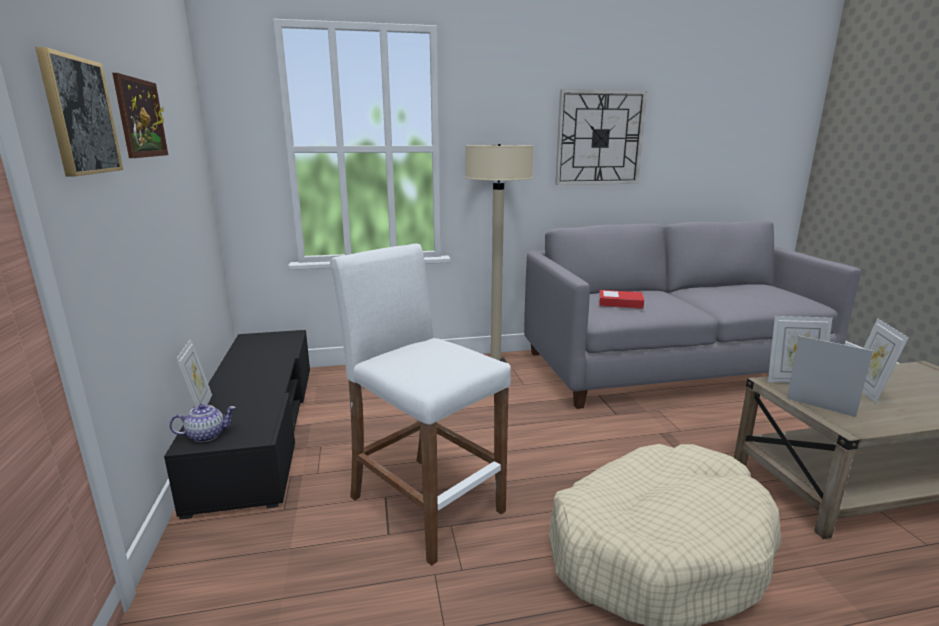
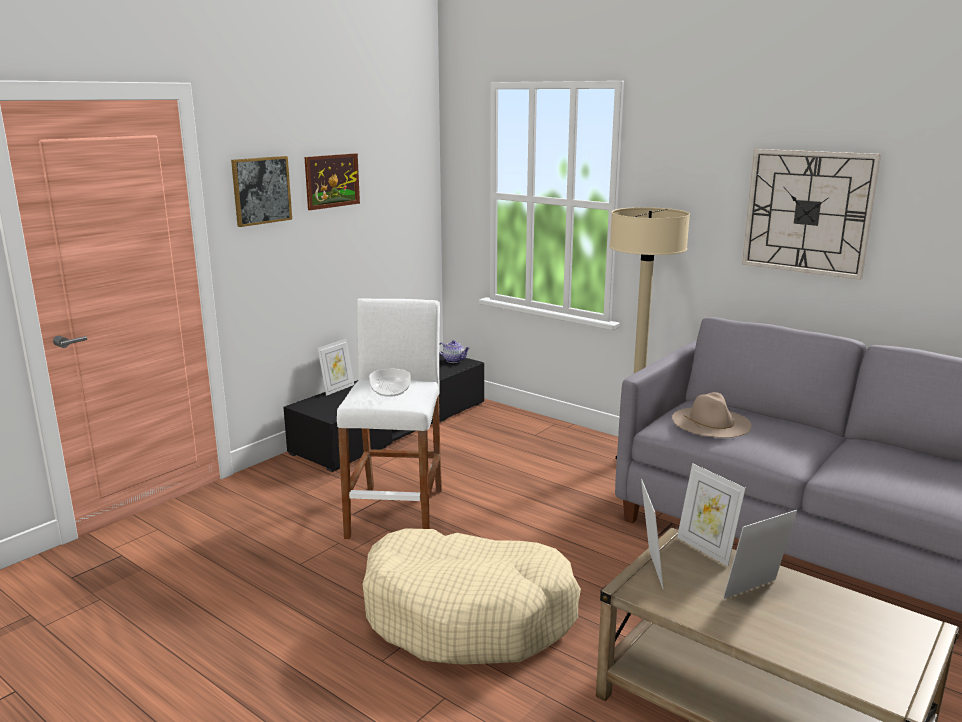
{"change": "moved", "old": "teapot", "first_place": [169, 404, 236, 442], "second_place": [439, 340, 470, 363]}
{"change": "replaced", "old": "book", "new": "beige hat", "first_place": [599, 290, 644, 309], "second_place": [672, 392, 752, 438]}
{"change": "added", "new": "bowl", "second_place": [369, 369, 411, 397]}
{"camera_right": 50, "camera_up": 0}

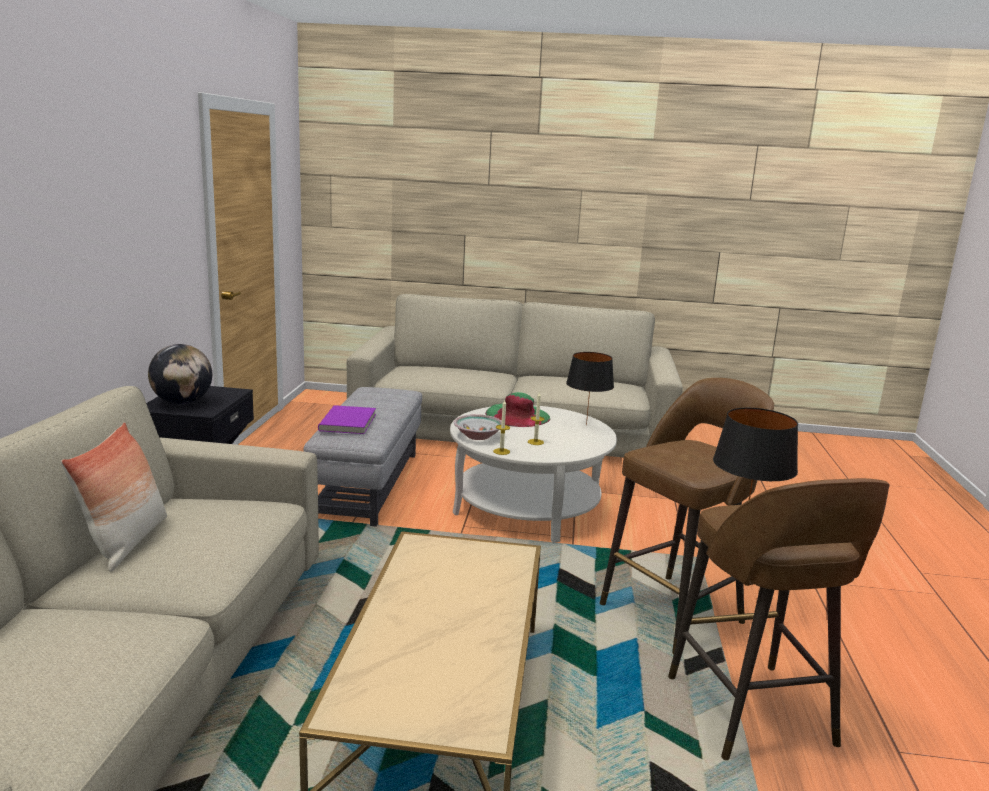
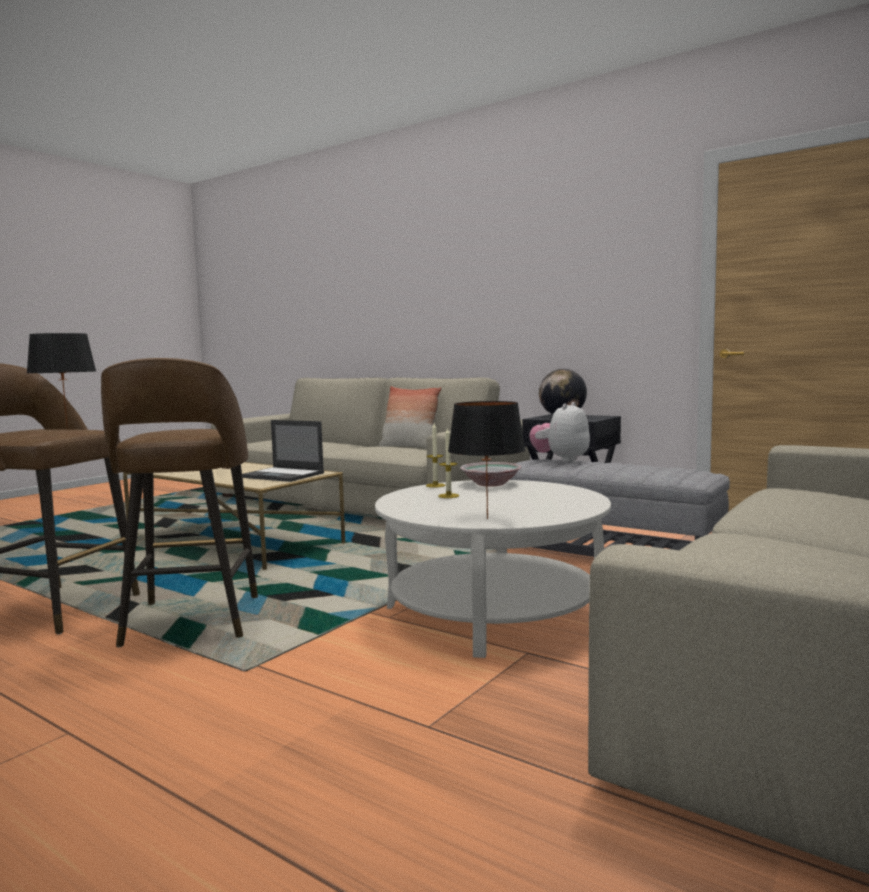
{"change": "replaced", "old": "purple book", "new": "plush toy", "first_place": [318, 405, 376, 434], "second_place": [529, 402, 590, 462]}
{"change": "removed", "old": "green hat", "first_place": [485, 392, 550, 427]}
{"change": "added", "new": "laptop", "second_place": [242, 420, 324, 482]}
{"camera_right": 120, "camera_up": -10}

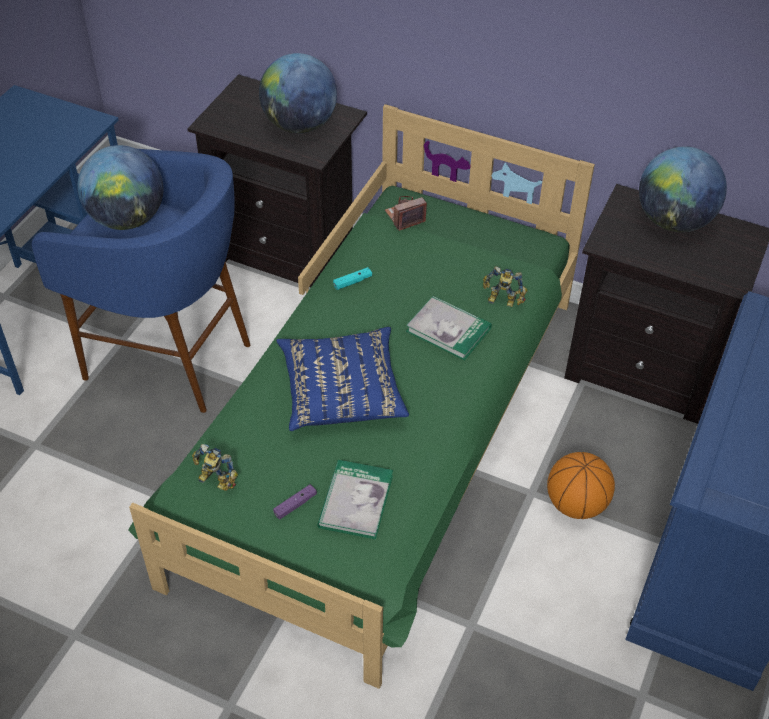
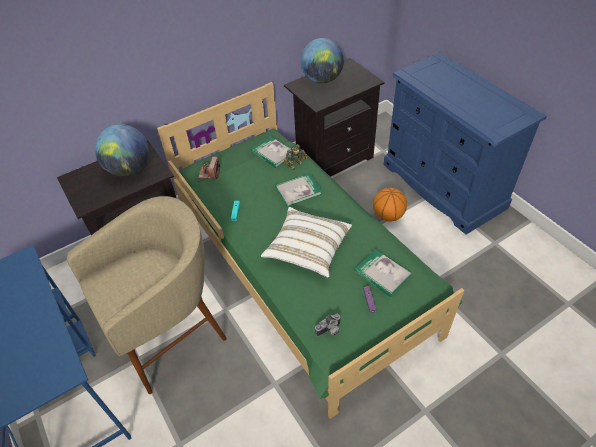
{"change": "recoloured", "old": "blue stool", "new": "beige stool", "first_place": [32, 149, 250, 413], "second_place": [67, 196, 227, 394]}
{"change": "removed", "old": "globe", "first_place": [78, 145, 164, 230]}
{"change": "replaced", "old": "toy robot", "new": "photo camera", "first_place": [192, 444, 238, 491], "second_place": [315, 314, 341, 337]}
{"change": "recoloured", "old": "blue pillow", "new": "white pillow", "first_place": [276, 327, 409, 431], "second_place": [261, 207, 352, 278]}
{"change": "added", "new": "book", "second_place": [251, 136, 292, 168]}
{"camera_right": -55, "camera_up": 0}

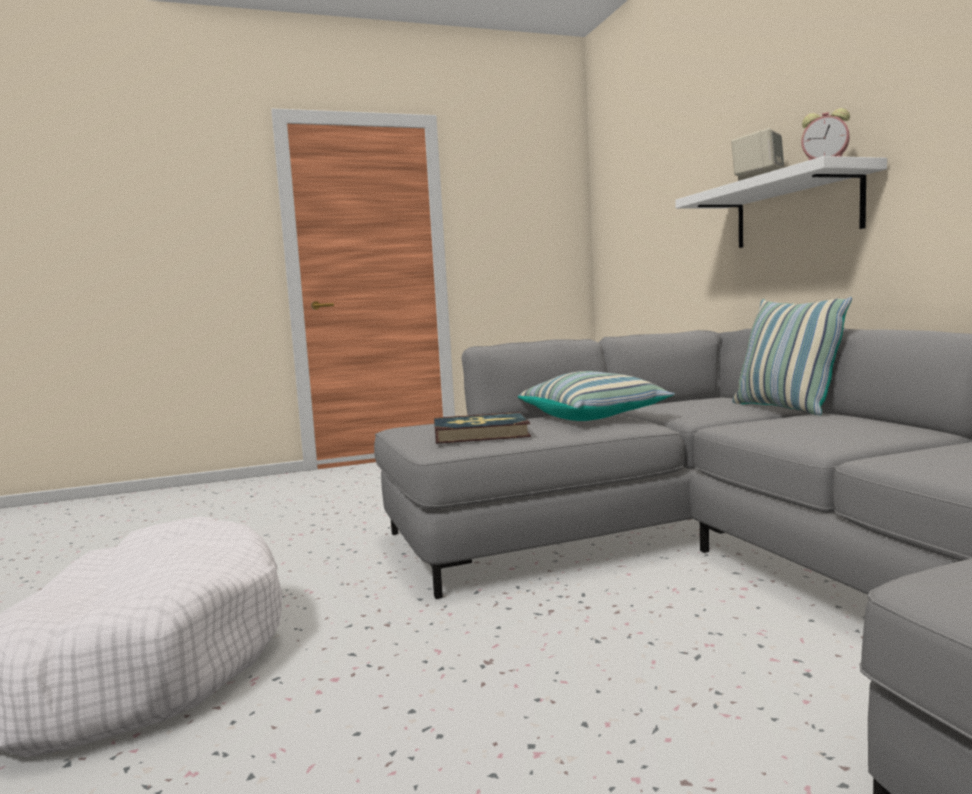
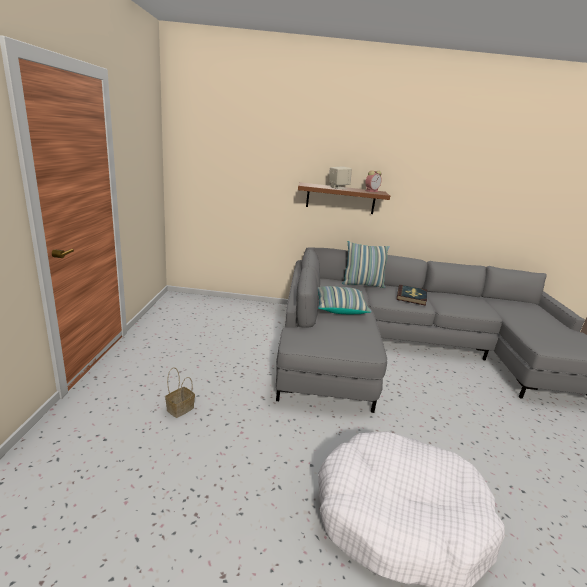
{"change": "moved", "old": "book", "first_place": [434, 412, 531, 444], "second_place": [397, 285, 427, 306]}
{"change": "recoloured", "old": "white shelf", "new": "brown shelf", "first_place": [675, 156, 887, 248], "second_place": [298, 182, 390, 214]}
{"change": "added", "new": "basket", "second_place": [165, 368, 195, 418]}
{"camera_right": -70, "camera_up": 15}

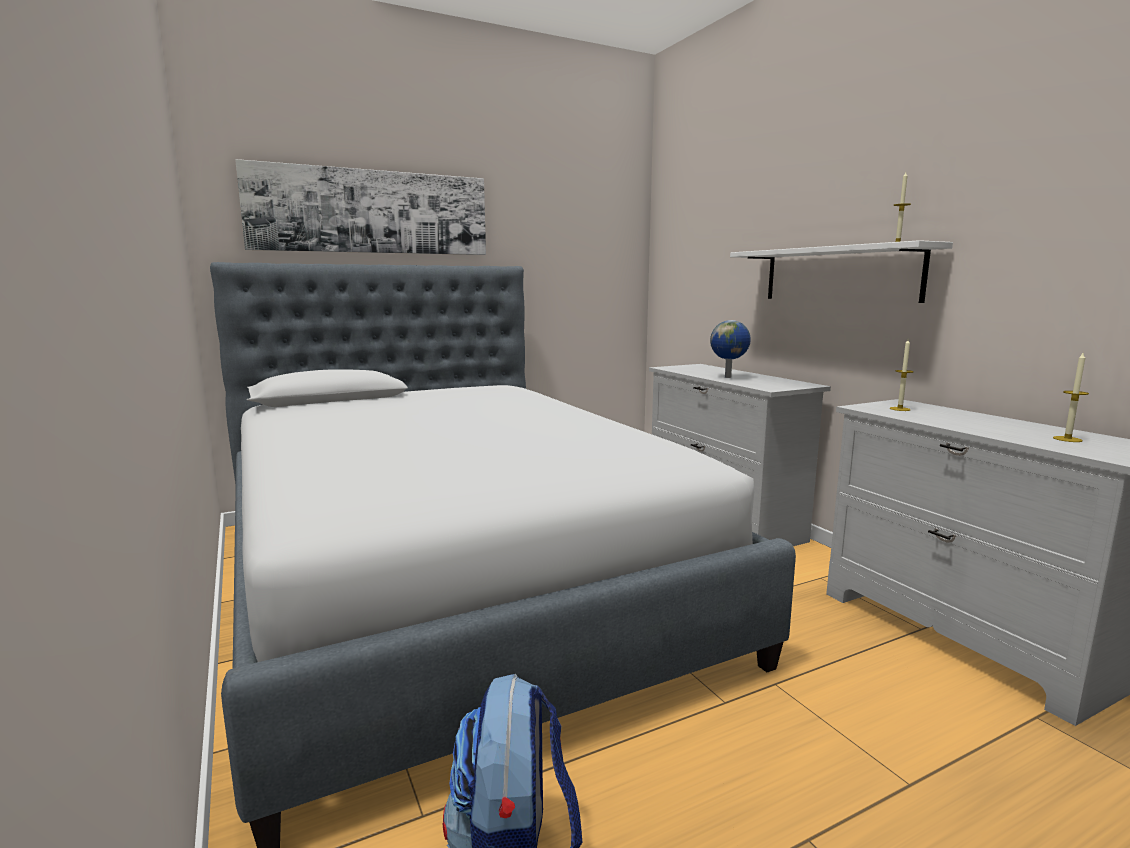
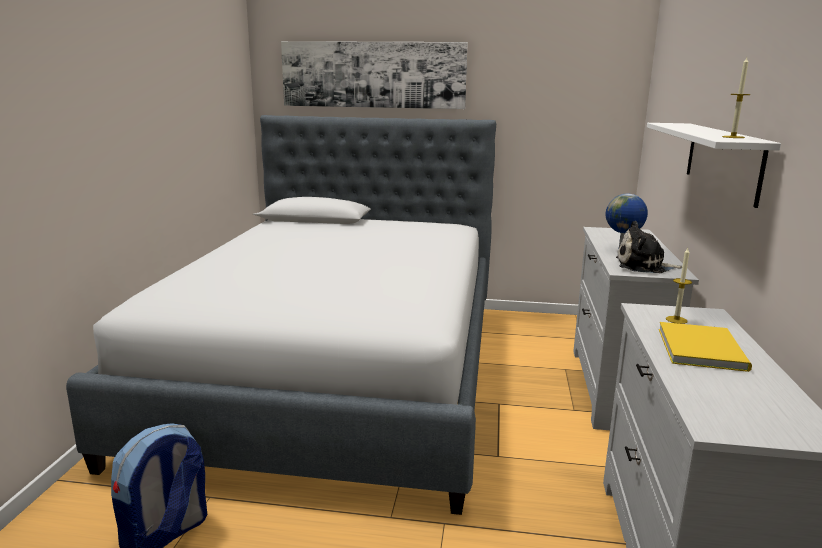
{"change": "removed", "old": "candle", "first_place": [1053, 353, 1089, 442]}
{"change": "added", "new": "plush toy", "second_place": [616, 221, 682, 273]}
{"change": "added", "new": "yellow book", "second_place": [659, 322, 752, 372]}
{"camera_right": 35, "camera_up": 5}

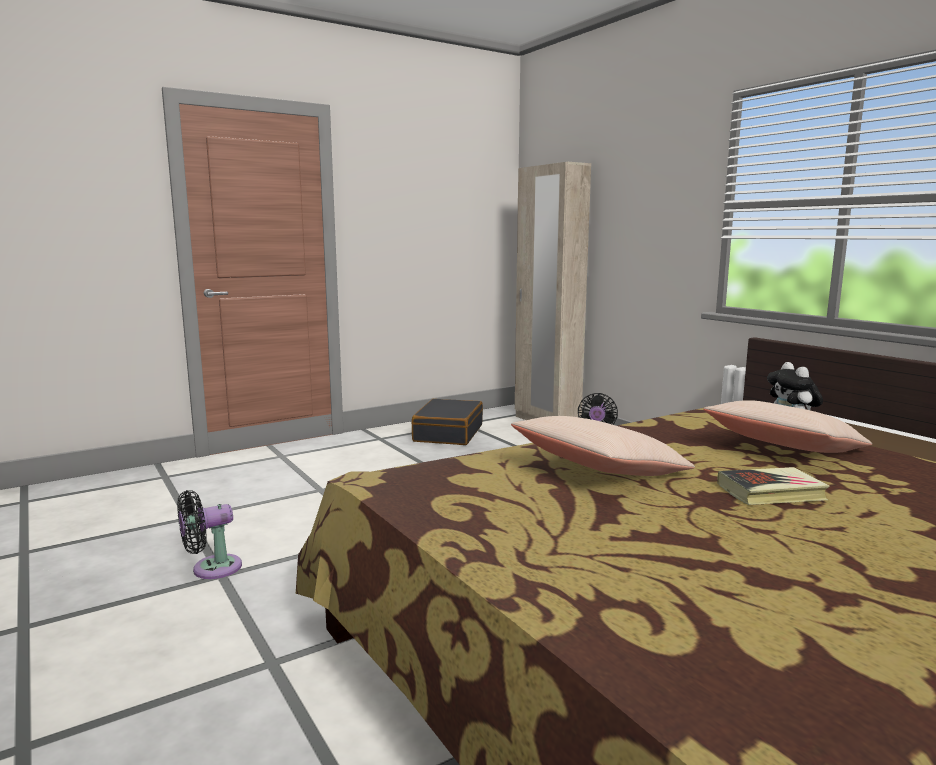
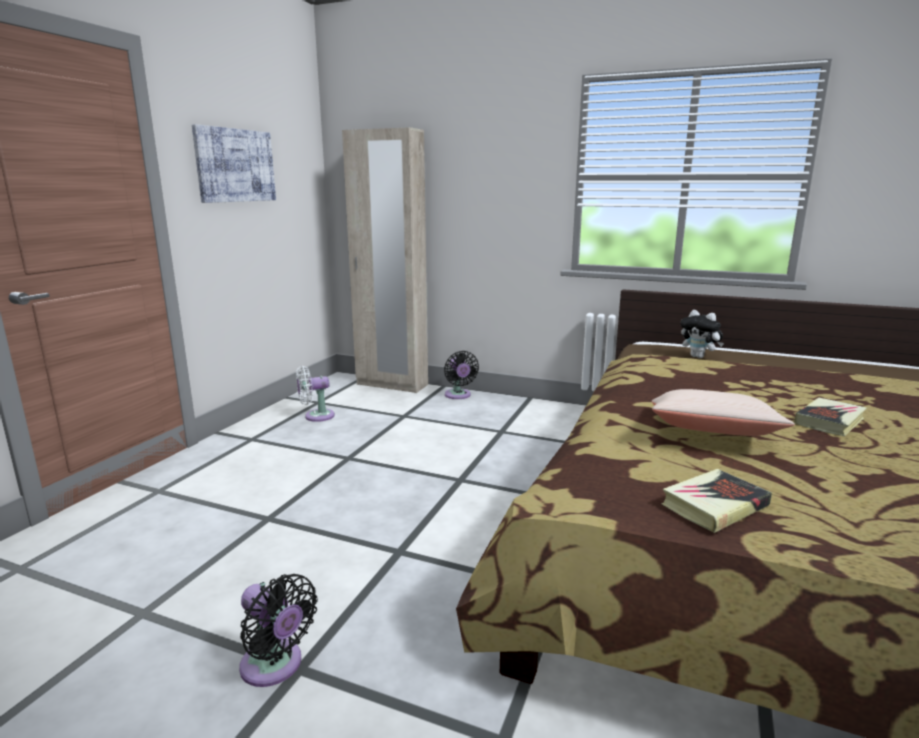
{"change": "turned", "old": "black fan", "first_place": [177, 490, 242, 579], "second_place": [239, 574, 318, 687], "degrees": -75}
{"change": "replaced", "old": "black suitcase", "new": "white fan", "first_place": [412, 399, 483, 445], "second_place": [296, 366, 335, 422]}
{"change": "removed", "old": "beige pillow", "first_place": [703, 400, 872, 453]}
{"change": "added", "new": "picture", "second_place": [192, 124, 276, 203]}
{"change": "added", "new": "book", "second_place": [662, 469, 772, 533]}
{"camera_right": -35, "camera_up": 5}

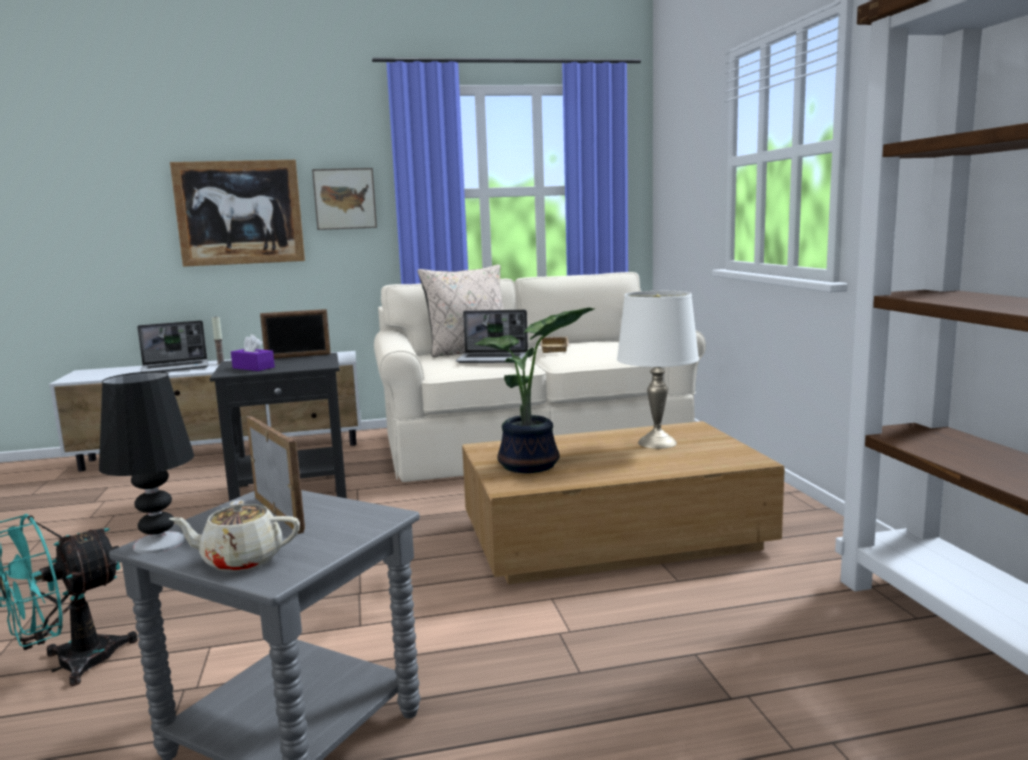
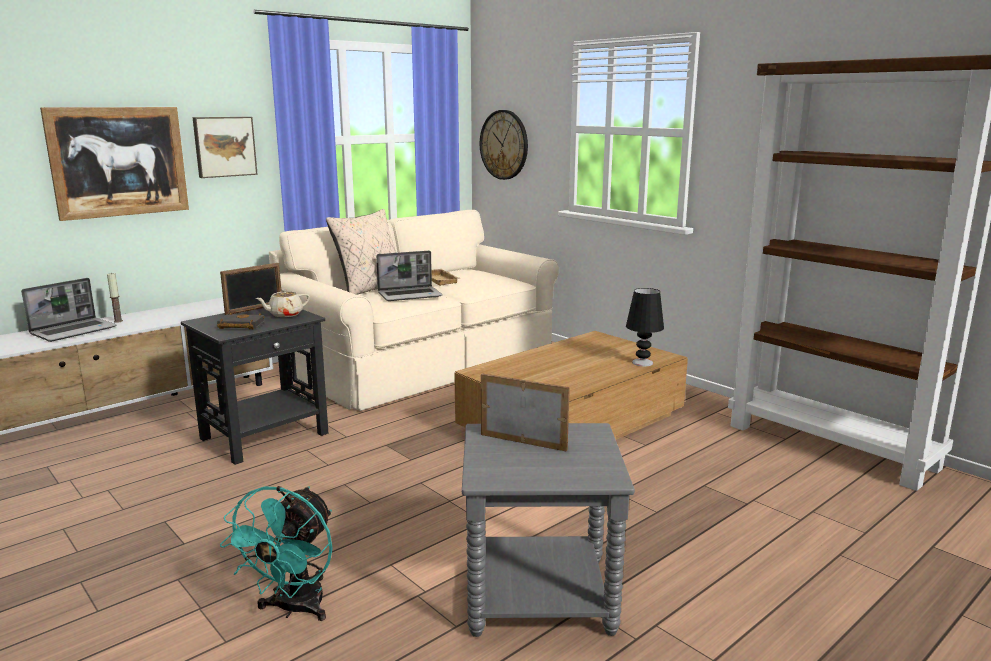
{"change": "moved", "old": "black table lamp", "first_place": [99, 371, 194, 554], "second_place": [626, 288, 664, 366]}
{"change": "moved", "old": "beige teapot", "first_place": [169, 501, 300, 572], "second_place": [255, 289, 310, 317]}
{"change": "replaced", "old": "purple tissue box", "new": "black book", "first_place": [231, 334, 275, 371], "second_place": [217, 313, 265, 329]}
{"change": "removed", "old": "potted plant", "first_place": [475, 308, 595, 473]}
{"change": "removed", "old": "white table lamp", "first_place": [617, 291, 699, 449]}
{"change": "added", "new": "wall clock", "second_place": [480, 110, 528, 180]}
{"camera_right": -30, "camera_up": 5}

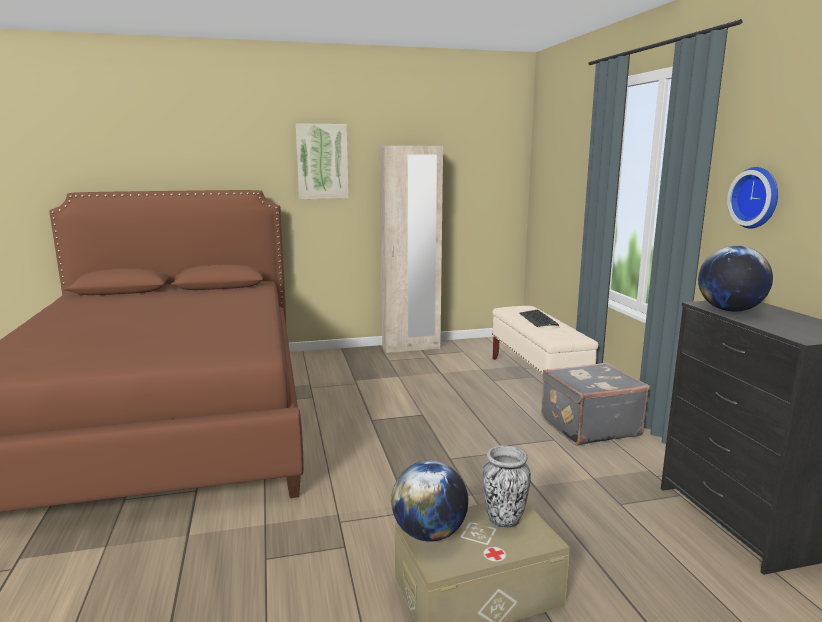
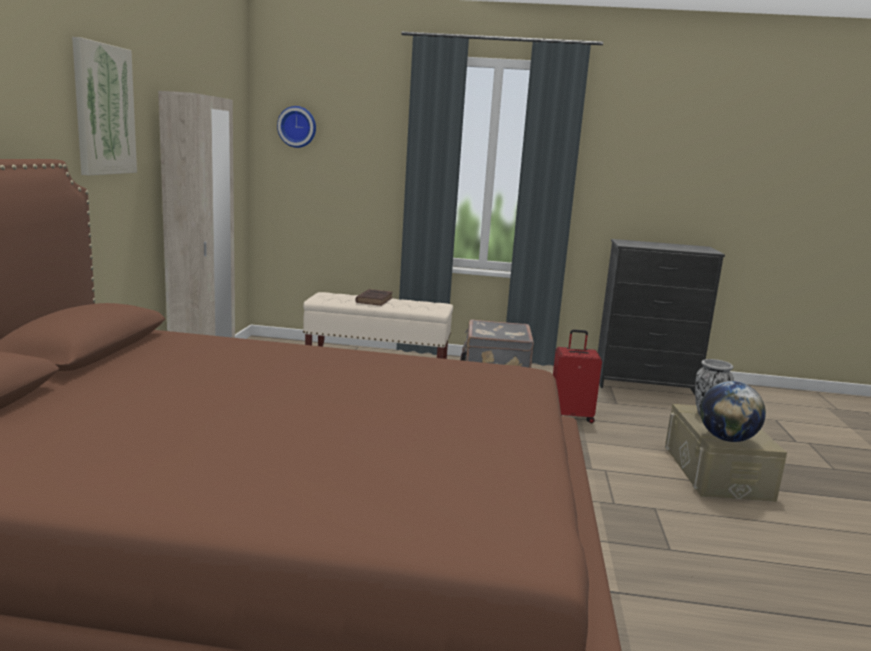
{"change": "replaced", "old": "keyboard", "new": "brown book", "first_place": [519, 310, 559, 327], "second_place": [356, 289, 393, 306]}
{"change": "removed", "old": "globe", "first_place": [698, 246, 773, 312]}
{"change": "moved", "old": "wall clock", "first_place": [727, 167, 778, 229], "second_place": [277, 106, 316, 148]}
{"change": "added", "new": "red suitcase", "second_place": [553, 329, 602, 423]}
{"camera_right": -70, "camera_up": 0}

